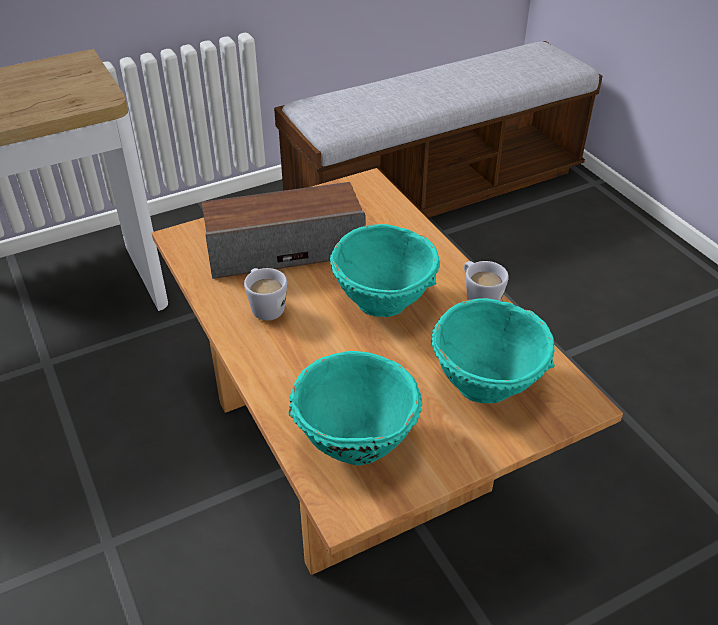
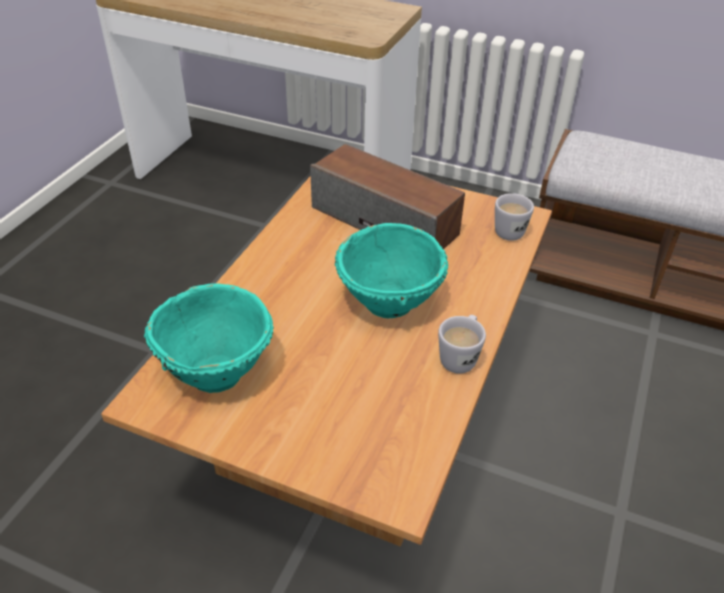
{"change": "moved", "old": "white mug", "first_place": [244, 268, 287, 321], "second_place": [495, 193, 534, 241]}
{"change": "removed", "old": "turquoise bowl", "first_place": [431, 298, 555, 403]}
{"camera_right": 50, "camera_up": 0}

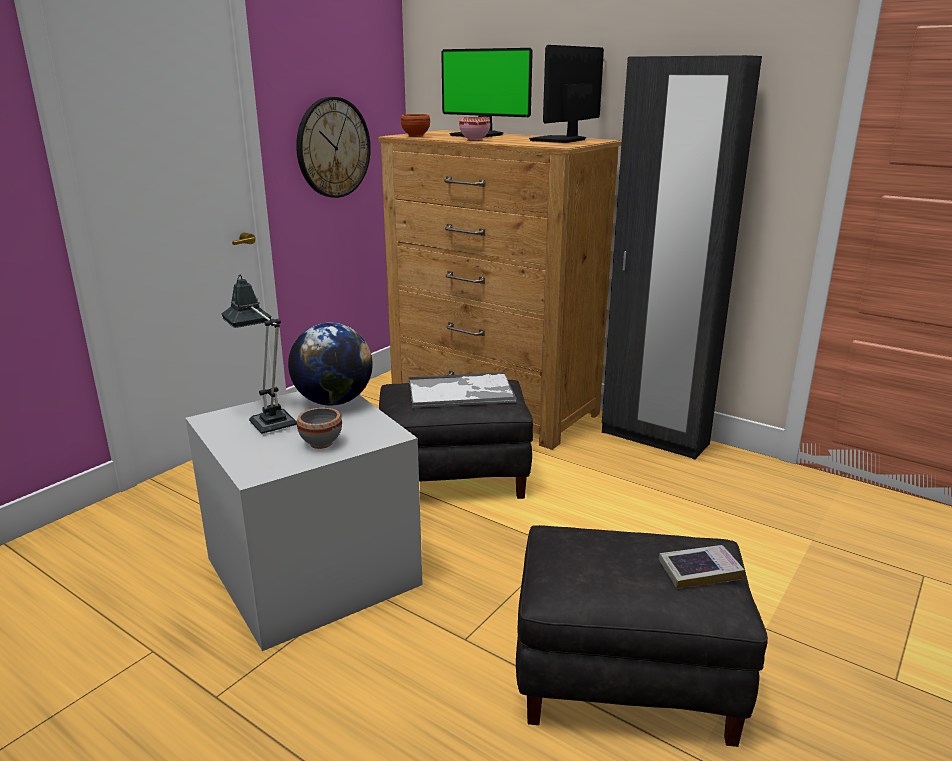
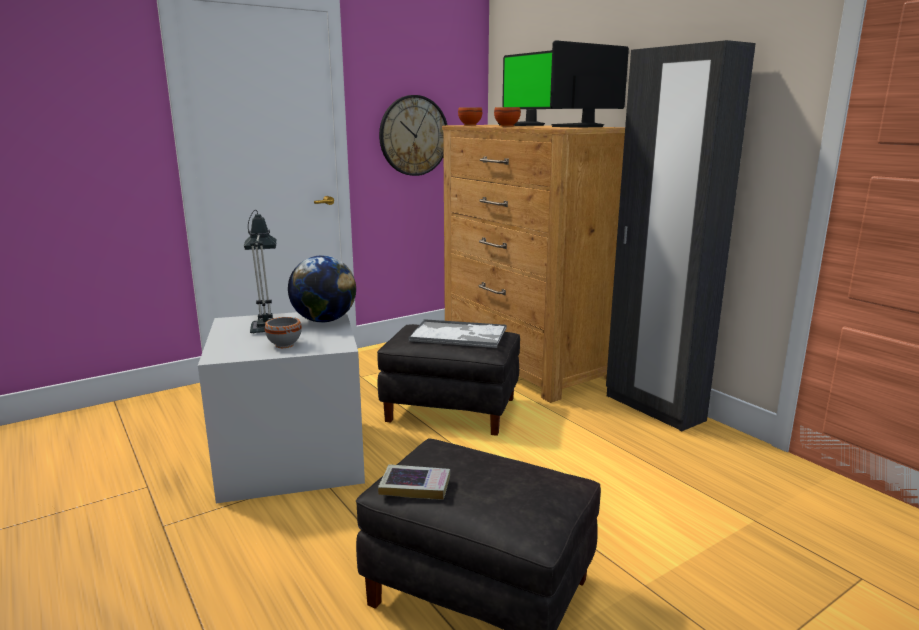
{"change": "recoloured", "old": "pink bowl", "new": "brown bowl", "first_place": [459, 117, 490, 141], "second_place": [494, 107, 521, 127]}
{"change": "moved", "old": "book", "first_place": [659, 545, 744, 589], "second_place": [378, 464, 450, 500]}
{"camera_right": 20, "camera_up": -5}

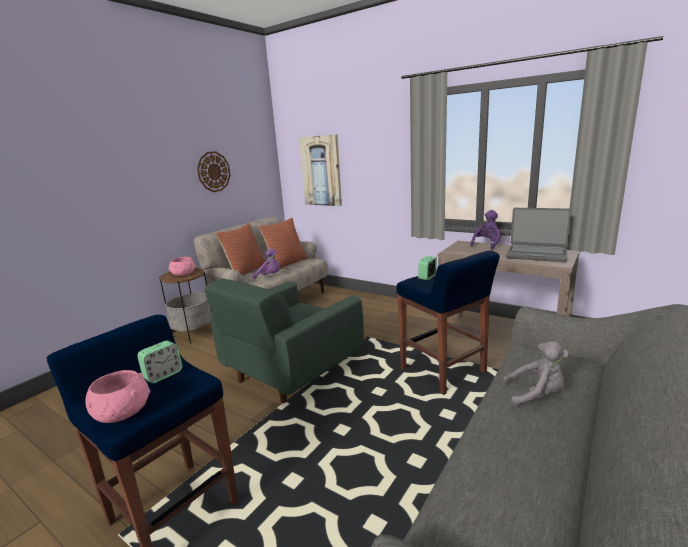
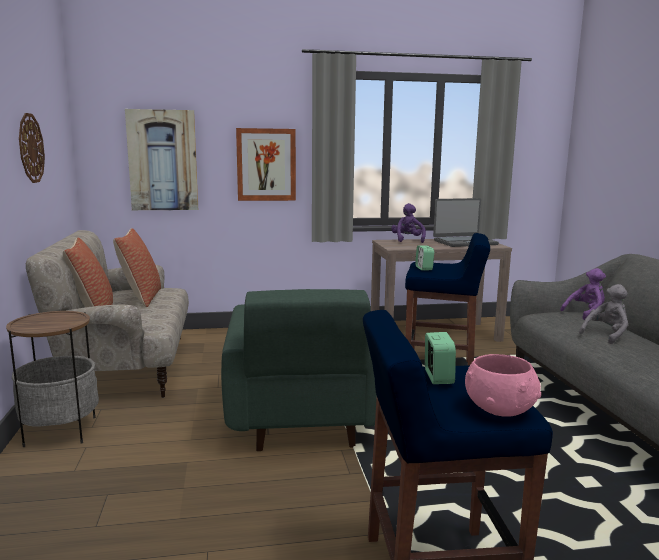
{"change": "removed", "old": "pink bowl", "first_place": [169, 257, 196, 276]}
{"change": "moved", "old": "purple plush toy", "first_place": [252, 248, 280, 279], "second_place": [560, 268, 606, 320]}
{"change": "added", "new": "picture", "second_place": [236, 128, 296, 201]}
{"camera_right": -45, "camera_up": -5}

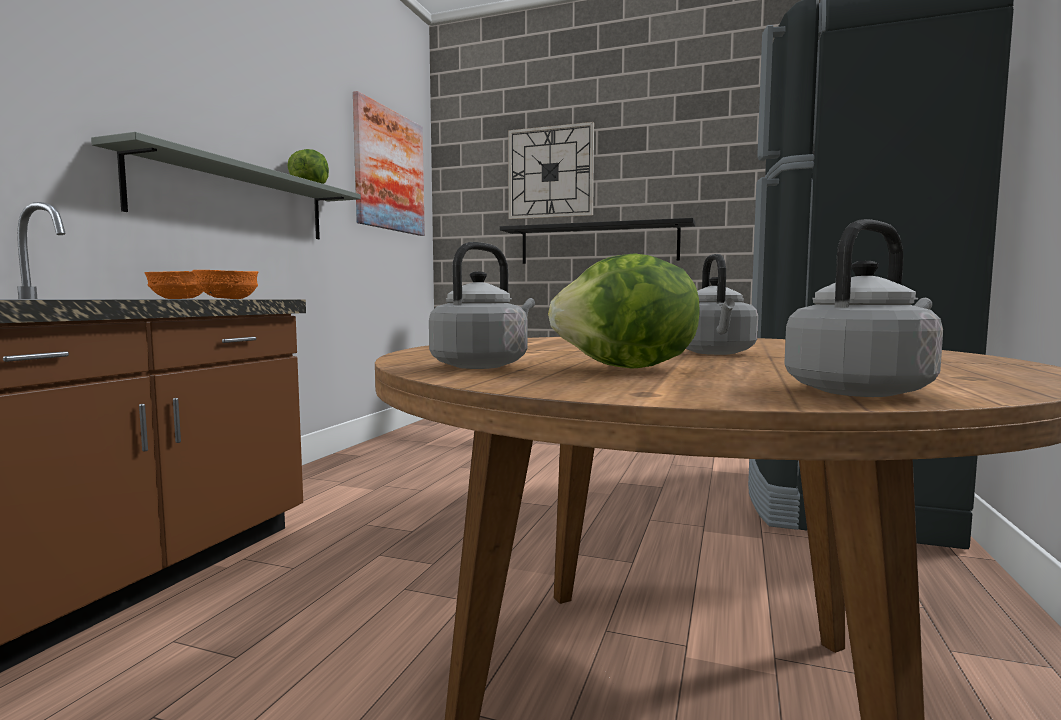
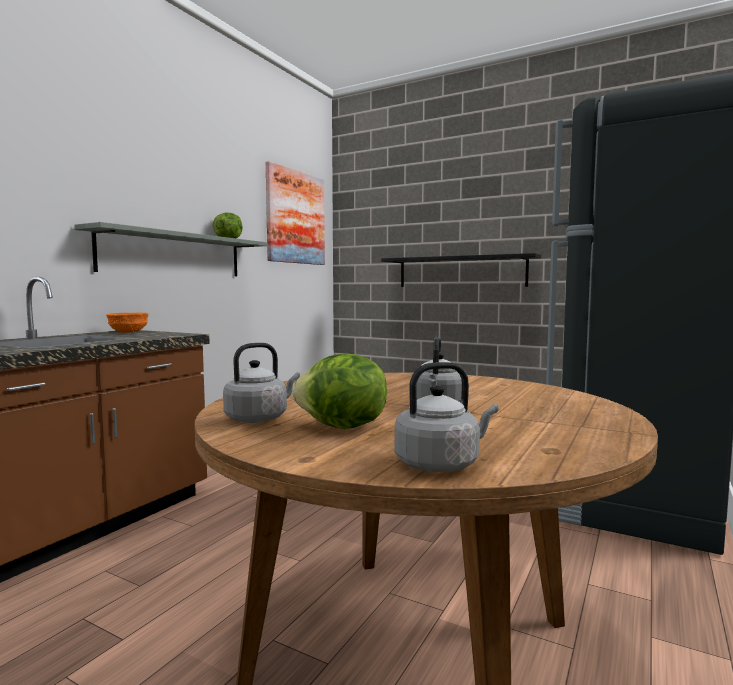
{"change": "removed", "old": "orange bowl", "first_place": [192, 270, 258, 299]}
{"change": "removed", "old": "wall clock", "first_place": [508, 122, 594, 219]}
{"camera_right": 10, "camera_up": 0}

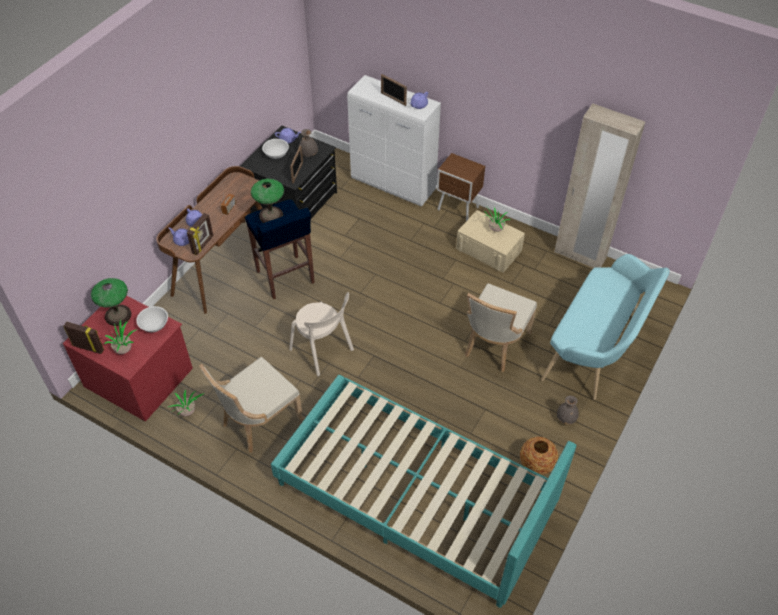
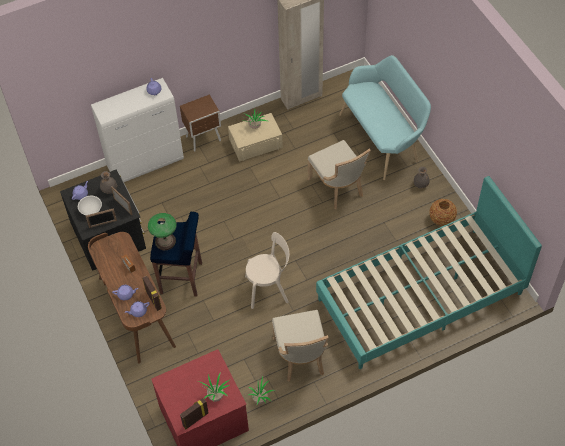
{"change": "removed", "old": "table lamp", "first_place": [91, 278, 131, 326]}
{"change": "removed", "old": "white bowl", "first_place": [136, 306, 168, 332]}
{"change": "moved", "old": "picture frame", "first_place": [381, 74, 407, 106], "second_place": [86, 208, 117, 228]}
{"camera_right": -55, "camera_up": 5}

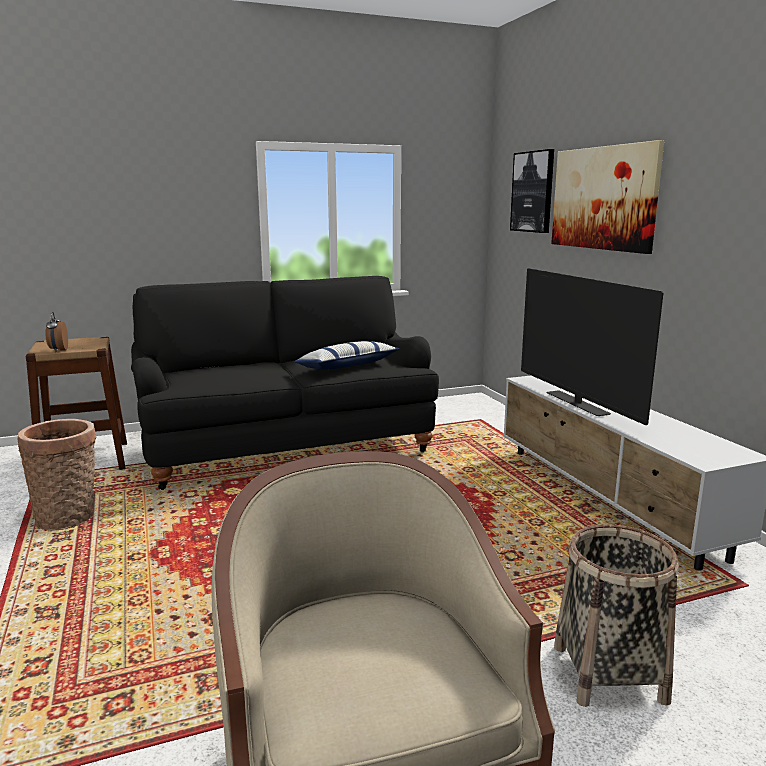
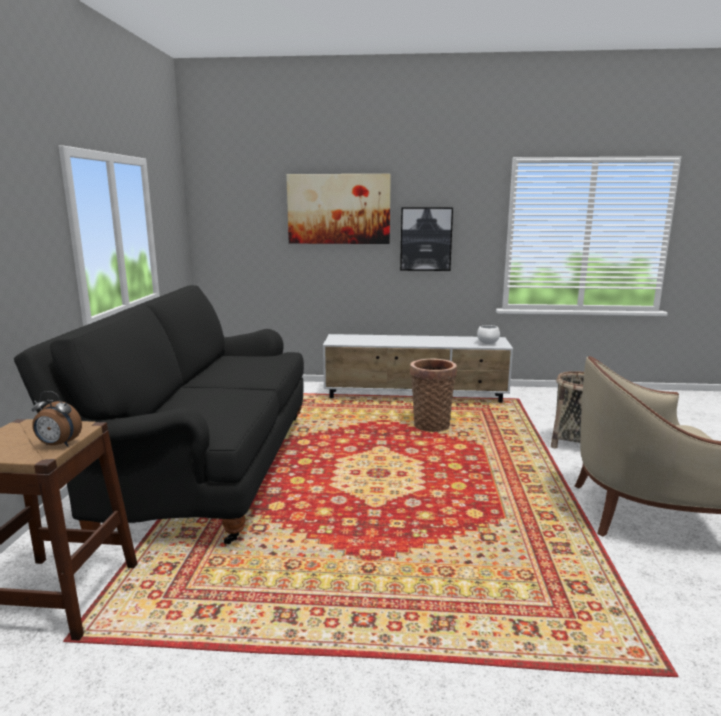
{"change": "moved", "old": "basket", "first_place": [18, 419, 97, 531], "second_place": [410, 358, 457, 432]}
{"change": "removed", "old": "pillow", "first_place": [294, 341, 399, 370]}
{"change": "moved", "old": "picture", "first_place": [510, 149, 554, 233], "second_place": [400, 208, 453, 271]}
{"change": "removed", "old": "television", "first_place": [521, 268, 663, 425]}
{"change": "added", "new": "white bowl", "second_place": [477, 325, 500, 344]}
{"camera_right": -65, "camera_up": 0}

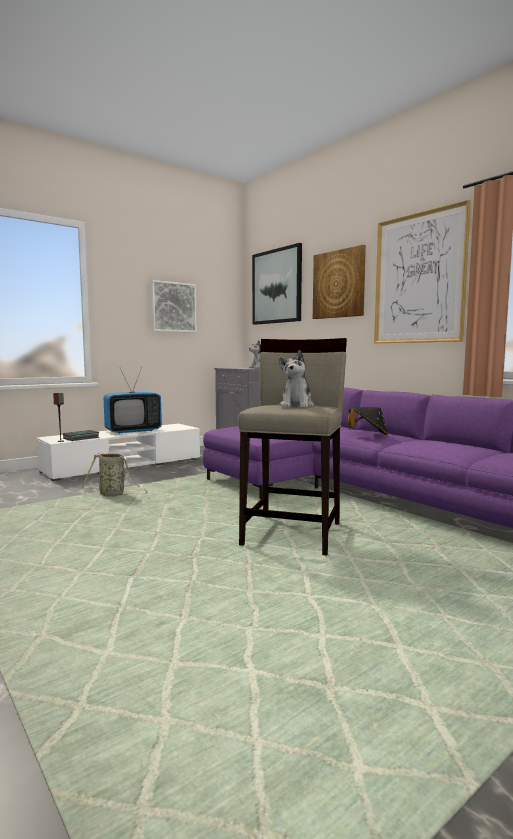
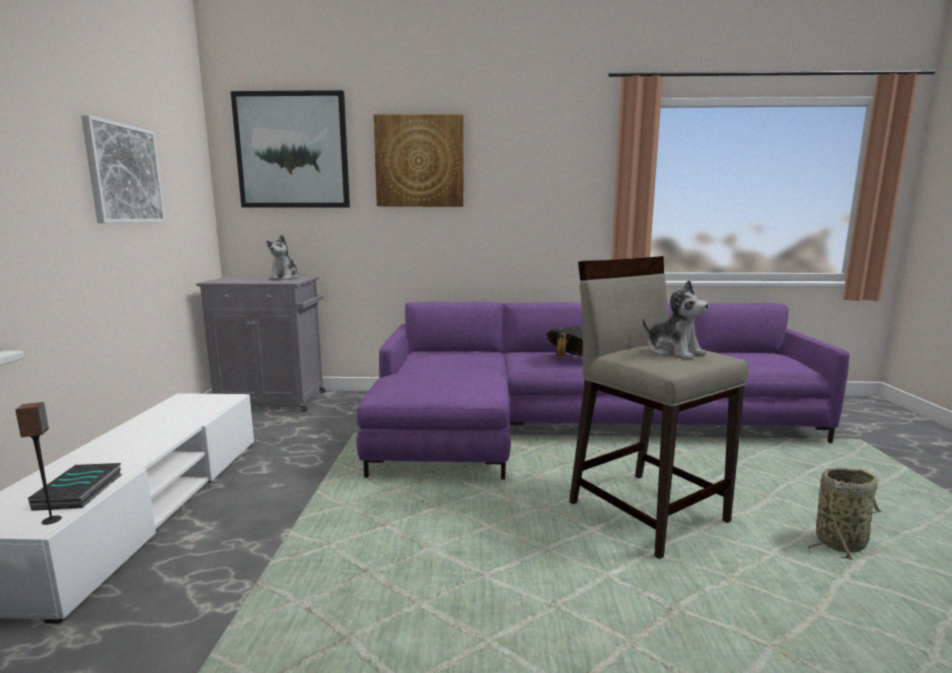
{"change": "moved", "old": "basket", "first_place": [82, 453, 147, 496], "second_place": [808, 468, 881, 560]}
{"change": "removed", "old": "television", "first_place": [104, 367, 162, 434]}
{"change": "removed", "old": "picture", "first_place": [374, 200, 471, 343]}
{"camera_right": -50, "camera_up": 5}

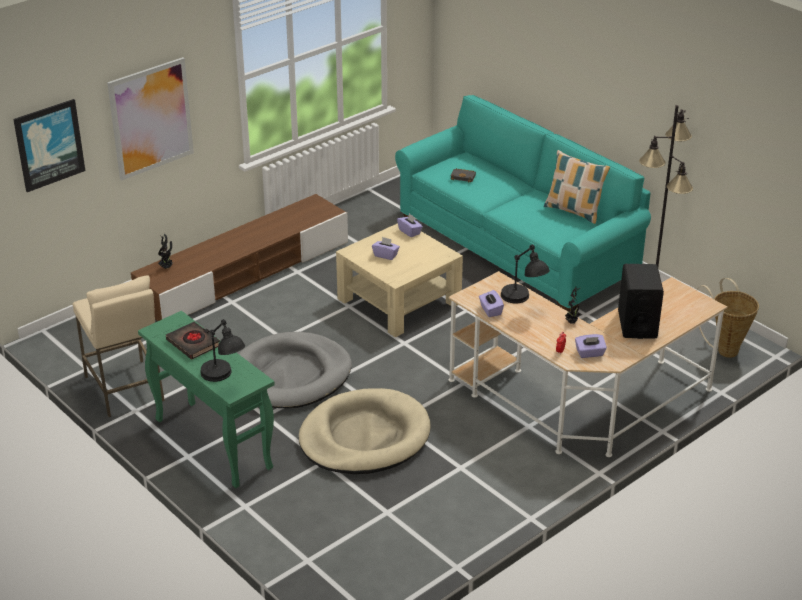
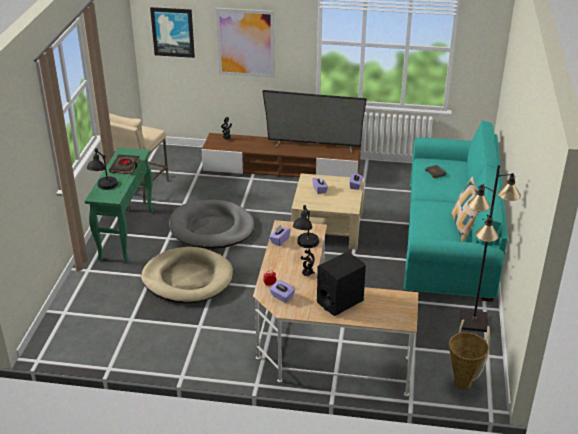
{"change": "added", "new": "television", "second_place": [262, 90, 367, 153]}
{"camera_right": 50, "camera_up": 0}

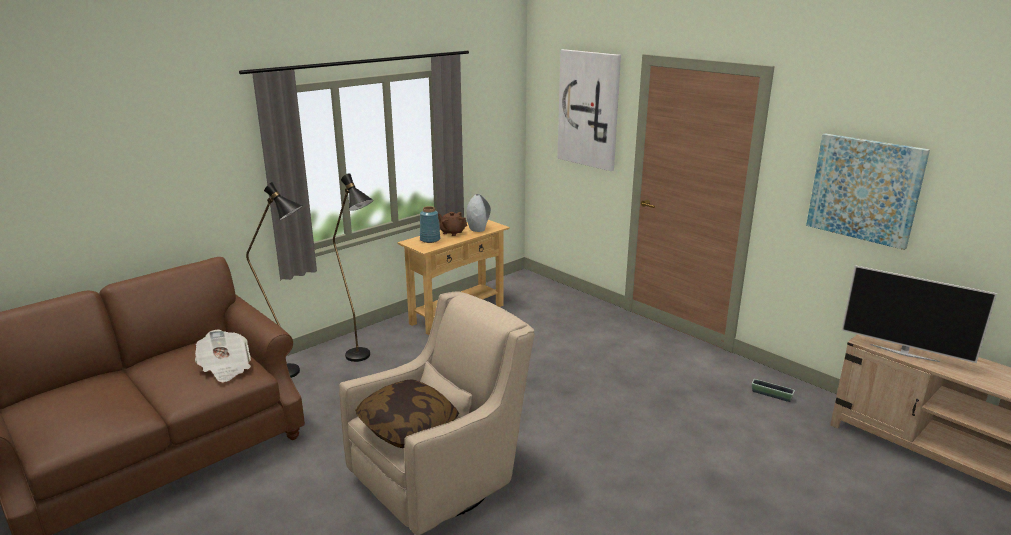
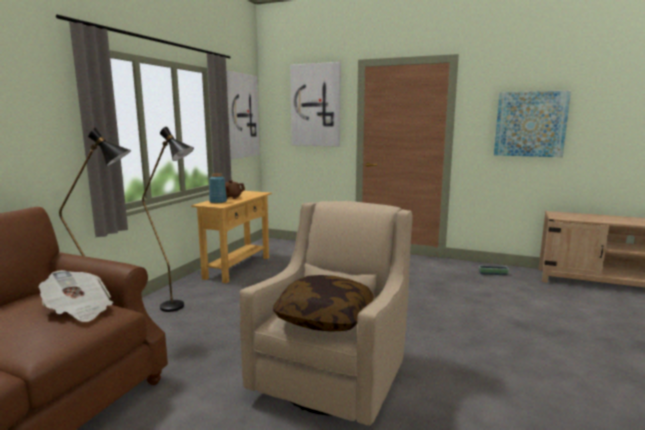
{"change": "removed", "old": "grey vase", "first_place": [466, 194, 491, 232]}
{"change": "removed", "old": "television", "first_place": [842, 265, 997, 363]}
{"change": "added", "new": "picture", "second_place": [226, 71, 260, 159]}
{"camera_right": -25, "camera_up": -10}

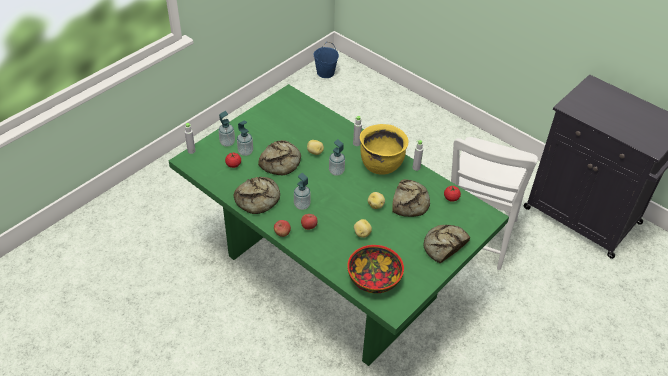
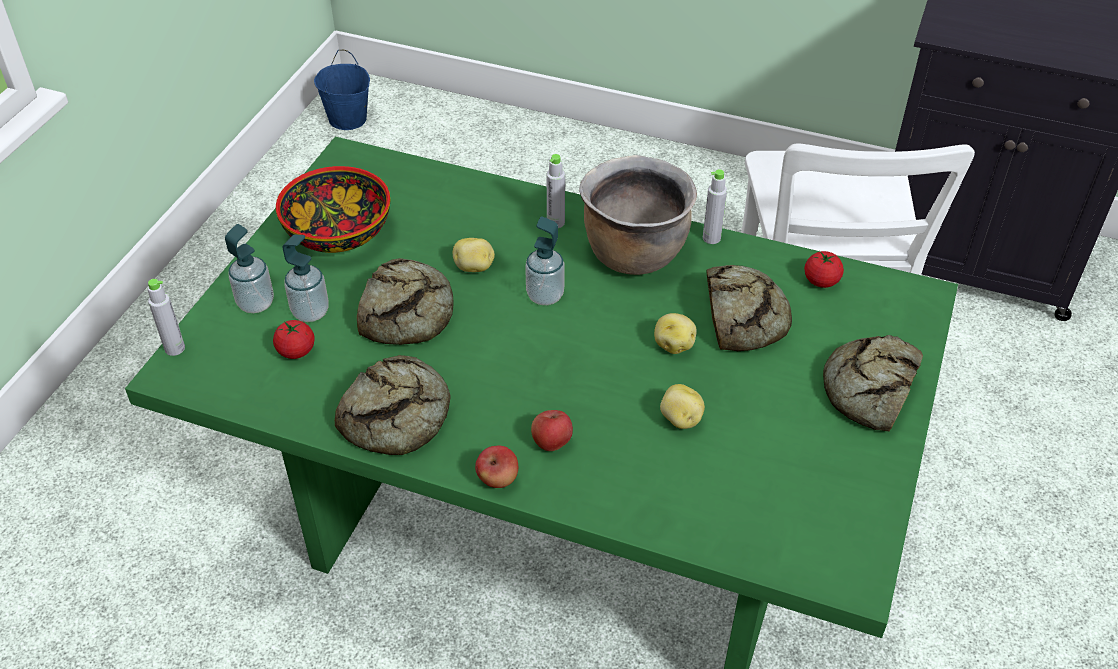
{"change": "removed", "old": "soap dispenser", "first_place": [294, 173, 311, 210]}
{"change": "moved", "old": "bowl", "first_place": [347, 245, 404, 293], "second_place": [276, 166, 391, 253]}
{"change": "recoloured", "old": "yellow cooking pot", "new": "brown cooking pot", "first_place": [360, 124, 408, 175], "second_place": [579, 155, 697, 275]}
{"camera_right": -20, "camera_up": 0}

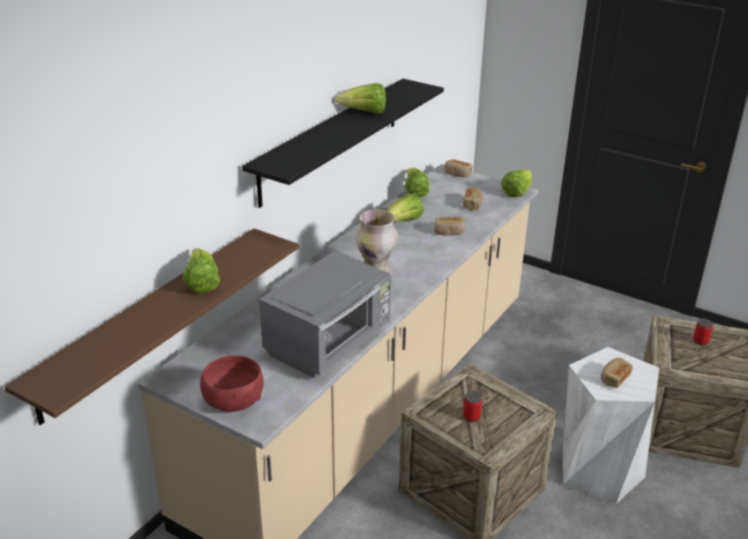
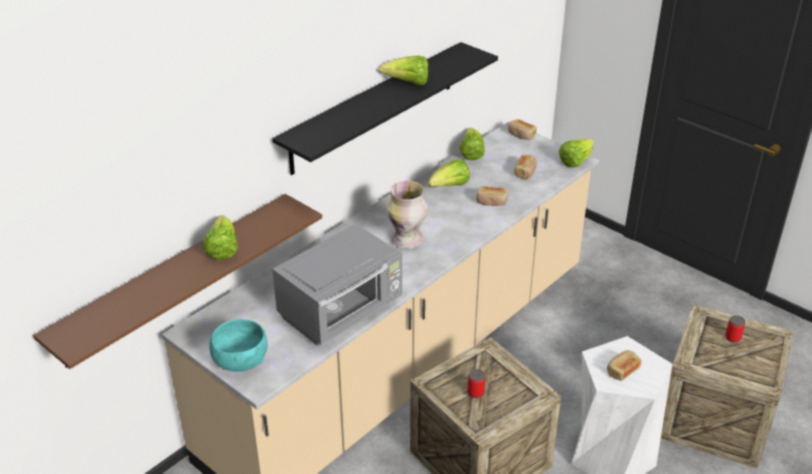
{"change": "recoloured", "old": "red bowl", "new": "turquoise bowl", "first_place": [200, 355, 264, 412], "second_place": [209, 319, 268, 372]}
{"camera_right": 10, "camera_up": 5}

